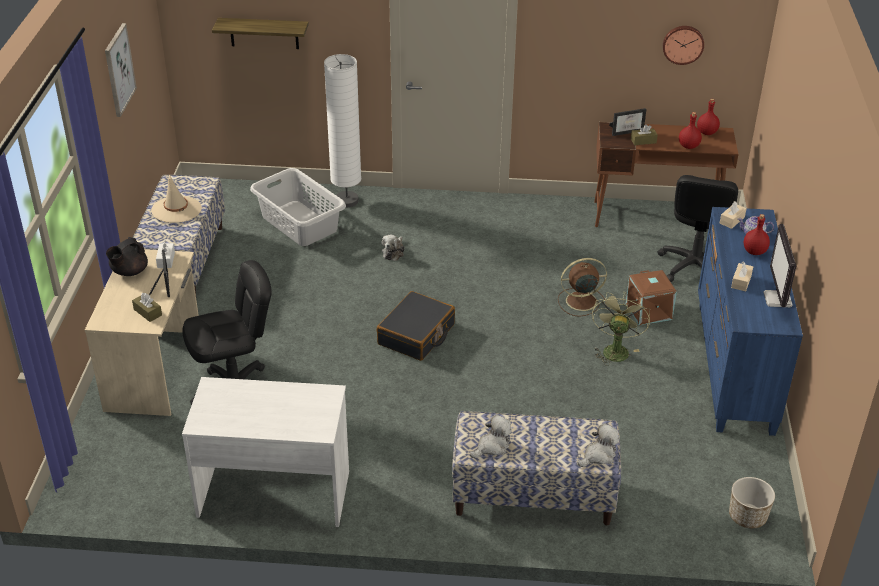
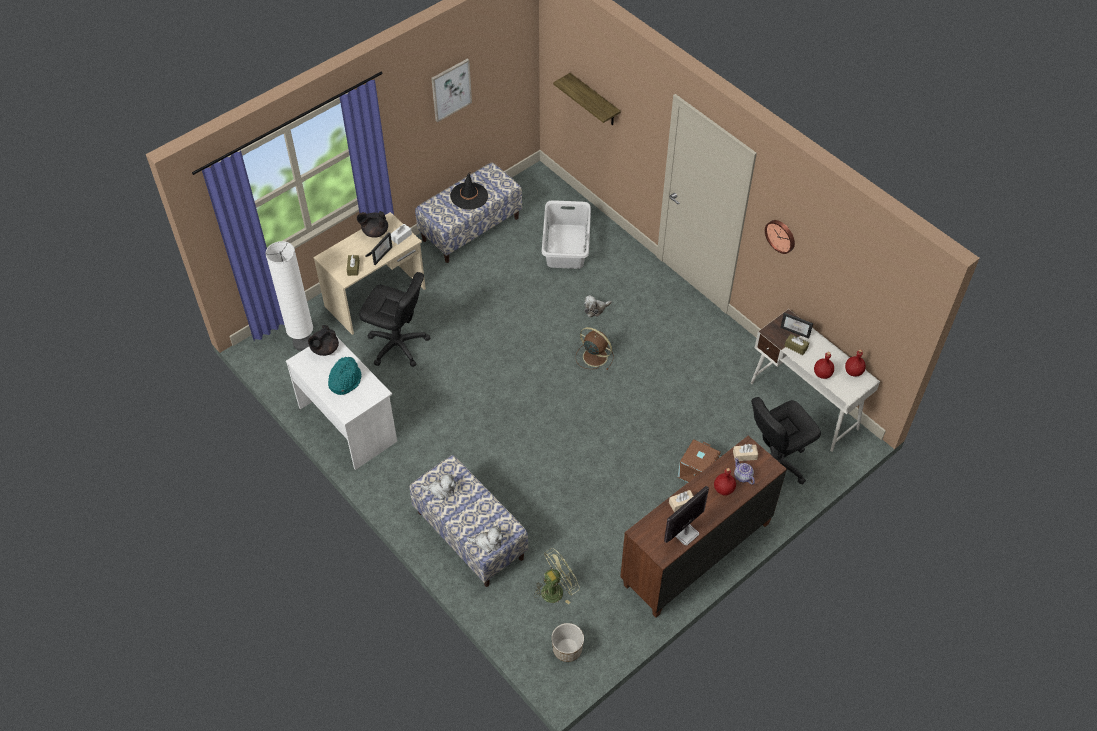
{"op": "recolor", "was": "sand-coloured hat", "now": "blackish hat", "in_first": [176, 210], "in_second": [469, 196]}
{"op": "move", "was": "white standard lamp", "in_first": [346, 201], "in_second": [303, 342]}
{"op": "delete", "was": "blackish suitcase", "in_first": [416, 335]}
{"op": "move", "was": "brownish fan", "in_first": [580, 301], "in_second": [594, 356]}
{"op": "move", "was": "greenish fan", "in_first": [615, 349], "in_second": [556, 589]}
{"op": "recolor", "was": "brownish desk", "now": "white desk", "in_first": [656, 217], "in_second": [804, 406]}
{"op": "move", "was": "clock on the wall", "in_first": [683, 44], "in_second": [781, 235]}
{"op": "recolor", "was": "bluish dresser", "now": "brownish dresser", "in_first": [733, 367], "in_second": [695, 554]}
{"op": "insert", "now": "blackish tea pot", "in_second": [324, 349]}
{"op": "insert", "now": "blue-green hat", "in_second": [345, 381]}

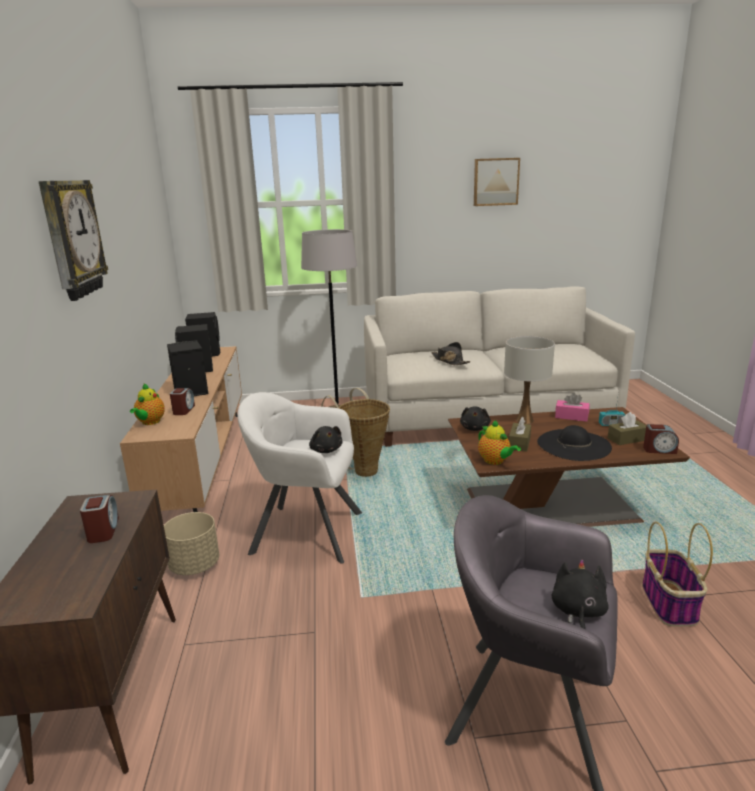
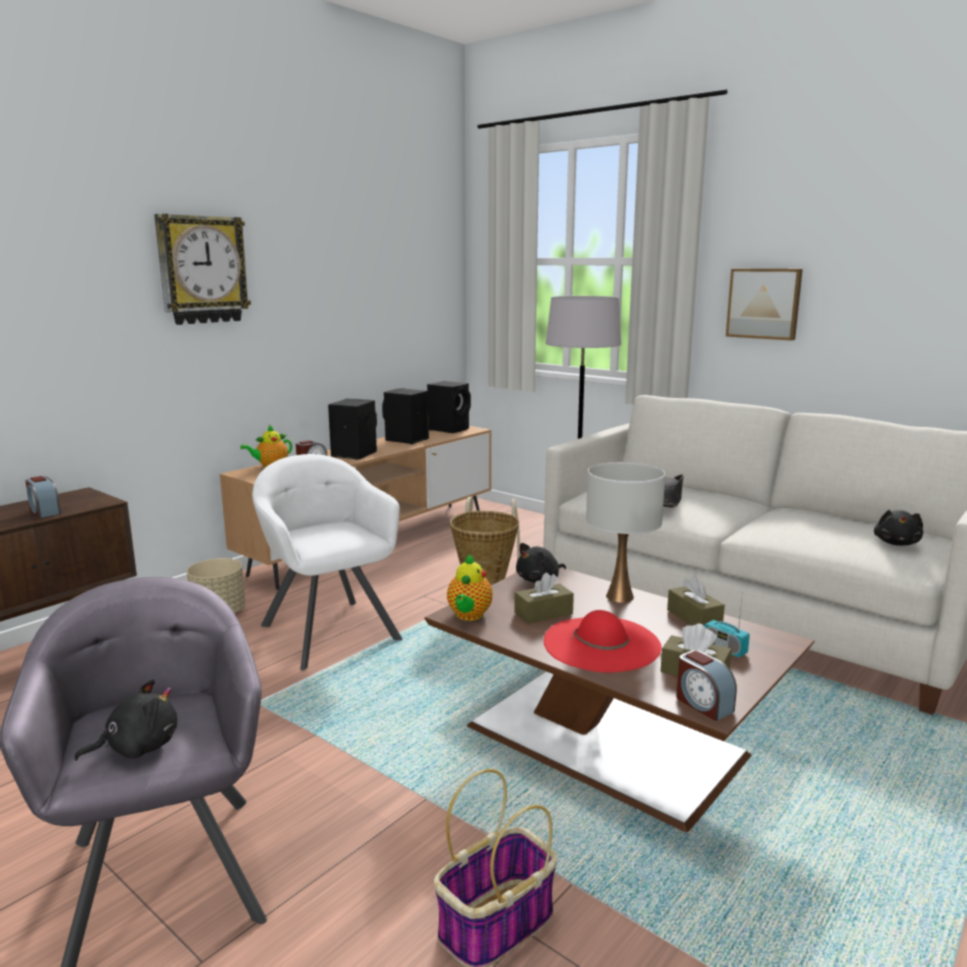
{"op": "rotate", "was": "table clock", "in_first": [103, 530], "in_second": [44, 511], "clockwise": 105}
{"op": "move", "was": "blackish soft toy", "in_first": [326, 450], "in_second": [896, 543]}
{"op": "move", "was": "wall picture", "in_first": [495, 182], "in_second": [764, 303]}
{"op": "recolor", "was": "blackish hat", "now": "red-coloured hat", "in_first": [573, 445], "in_second": [602, 644]}
{"op": "recolor", "was": "pink tissue holder", "now": "brownish tissue holder", "in_first": [571, 416], "in_second": [694, 618]}

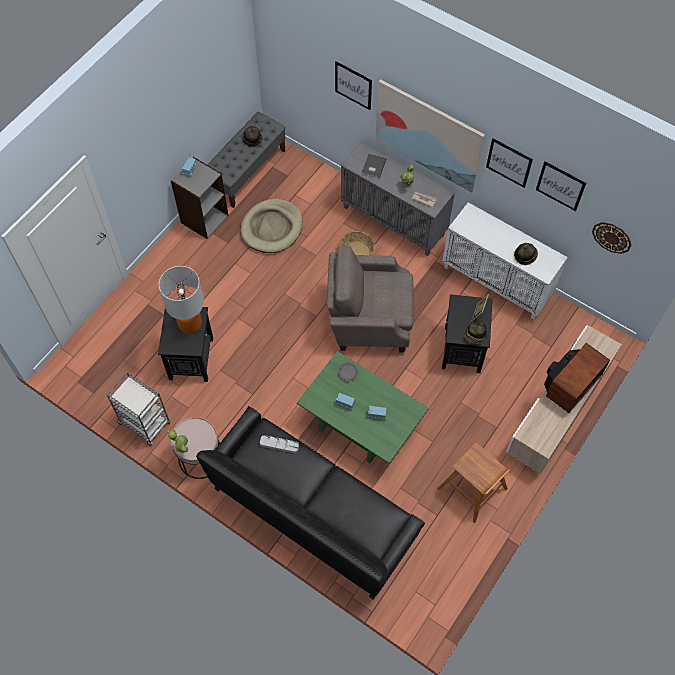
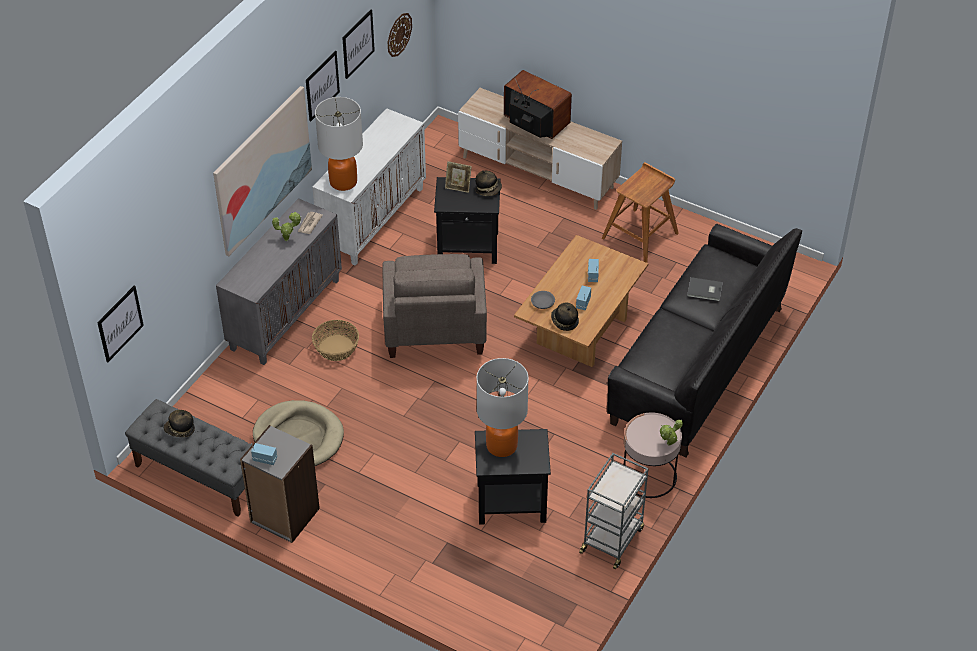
{"op": "delete", "was": "grey carrying tray", "in_first": [279, 445]}
{"op": "recolor", "was": "greenish low table", "now": "brownish low table", "in_first": [361, 425], "in_second": [579, 329]}
{"op": "move", "was": "wall picture", "in_first": [353, 85], "in_second": [120, 323]}
{"op": "move", "was": "grey book", "in_first": [373, 167], "in_second": [705, 291]}
{"op": "move", "was": "hat", "in_first": [525, 256], "in_second": [564, 321]}
{"op": "insert", "now": "lamp for a table", "in_second": [343, 181]}

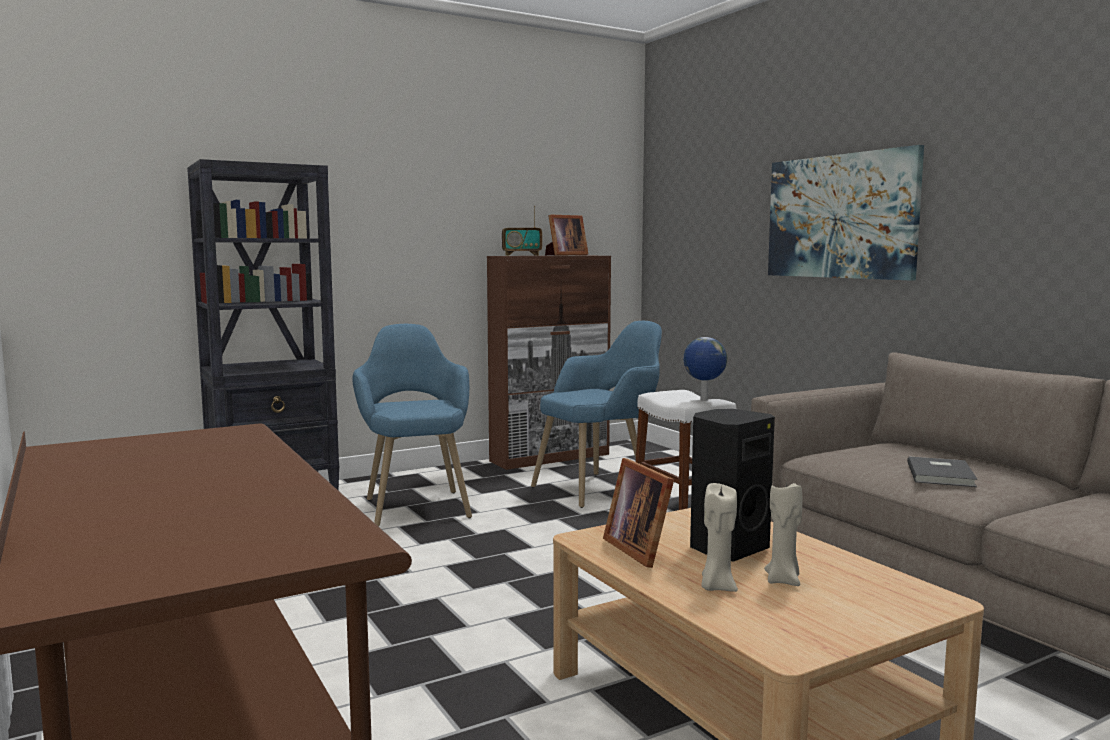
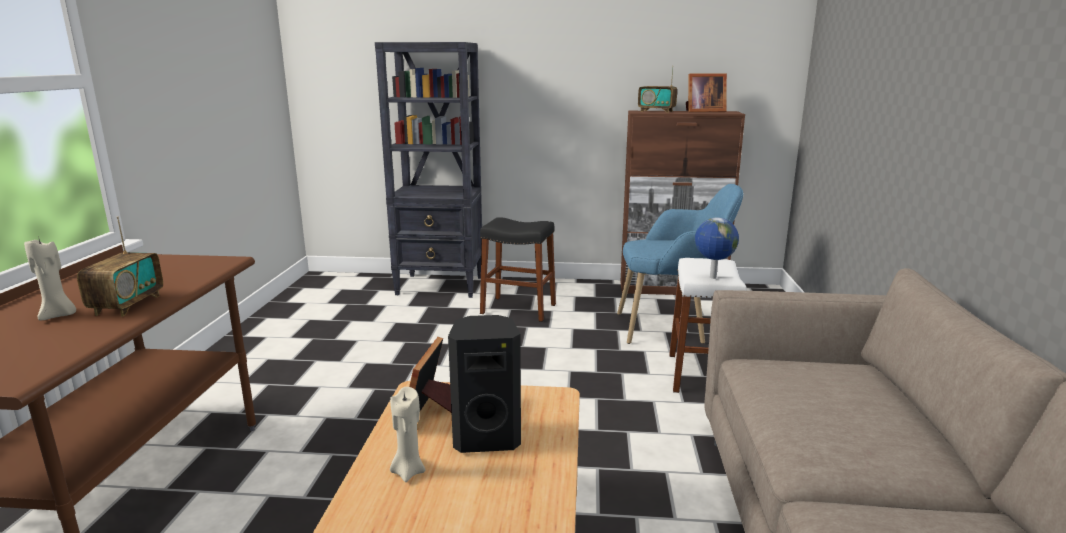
{"op": "replace", "was": "bluish armchair", "now": "blackish stool seat", "in_first": [415, 504], "in_second": [518, 309]}
{"op": "move", "was": "sand-coloured wax light", "in_first": [783, 580], "in_second": [59, 316]}
{"op": "delete", "was": "wall picture", "in_first": [840, 216]}
{"op": "delete", "was": "grey book", "in_first": [942, 474]}
{"op": "insert", "now": "radio set", "in_second": [127, 305]}

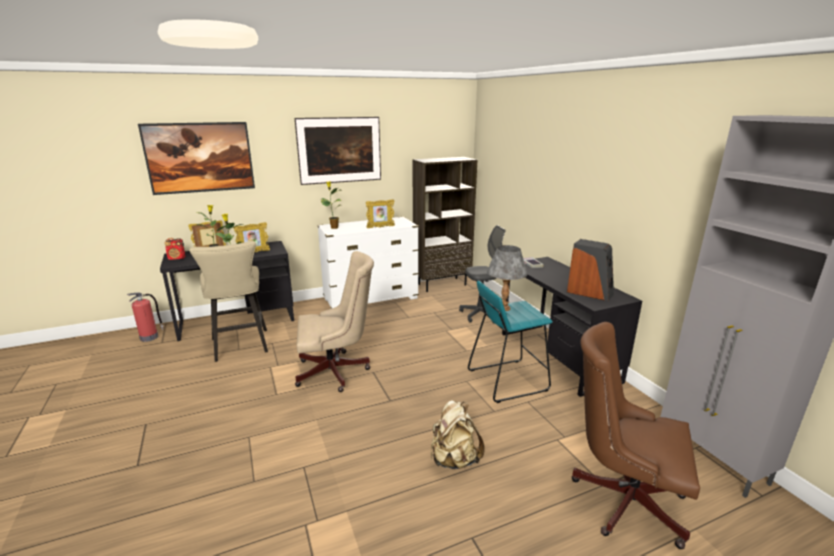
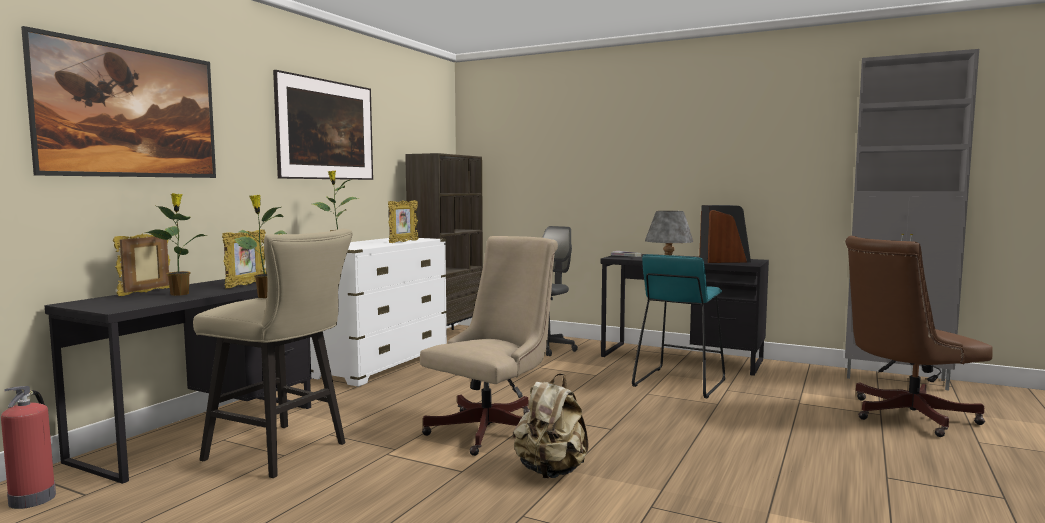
{"op": "delete", "was": "radio set", "in_first": [177, 258]}
{"op": "move", "was": "sand-coloured backpack", "in_first": [454, 459], "in_second": [551, 472]}

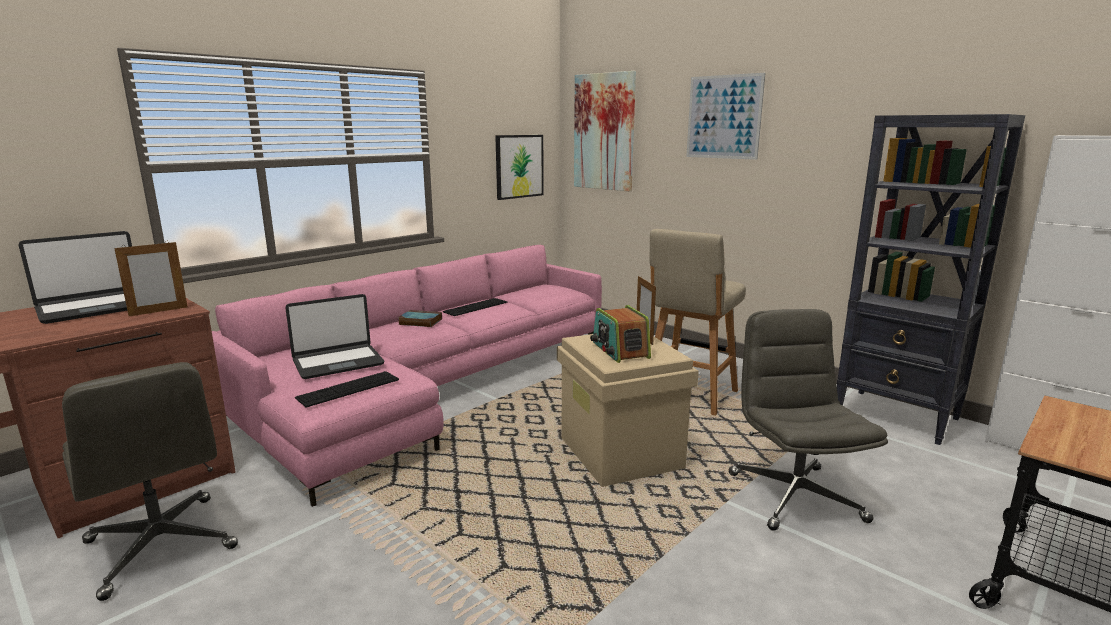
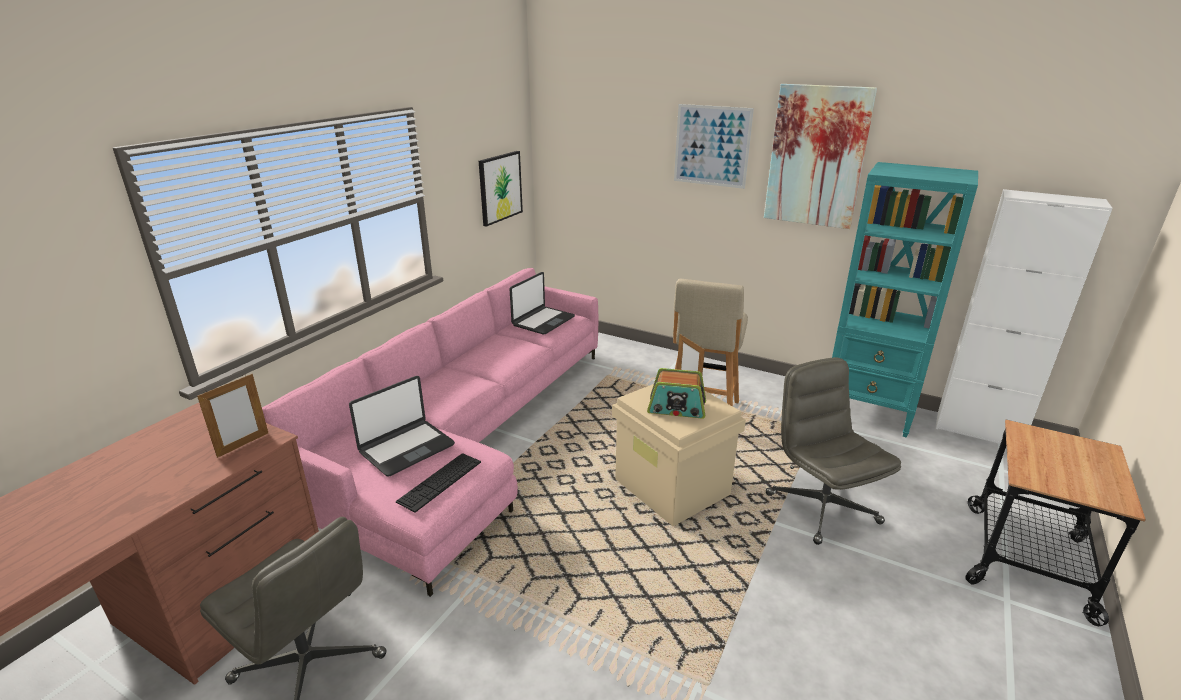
{"op": "move", "was": "notebook computer", "in_first": [95, 308], "in_second": [543, 321]}
{"op": "delete", "was": "book", "in_first": [419, 322]}
{"op": "delete", "was": "keyboard", "in_first": [475, 307]}
{"op": "move", "was": "wall picture", "in_first": [604, 132], "in_second": [816, 157]}
{"op": "rotate", "was": "radio set", "in_first": [619, 350], "in_second": [676, 408], "clockwise": -45}
{"op": "recolor", "was": "blackish shelving unit", "now": "blue-green shelving unit", "in_first": [897, 416], "in_second": [868, 412]}

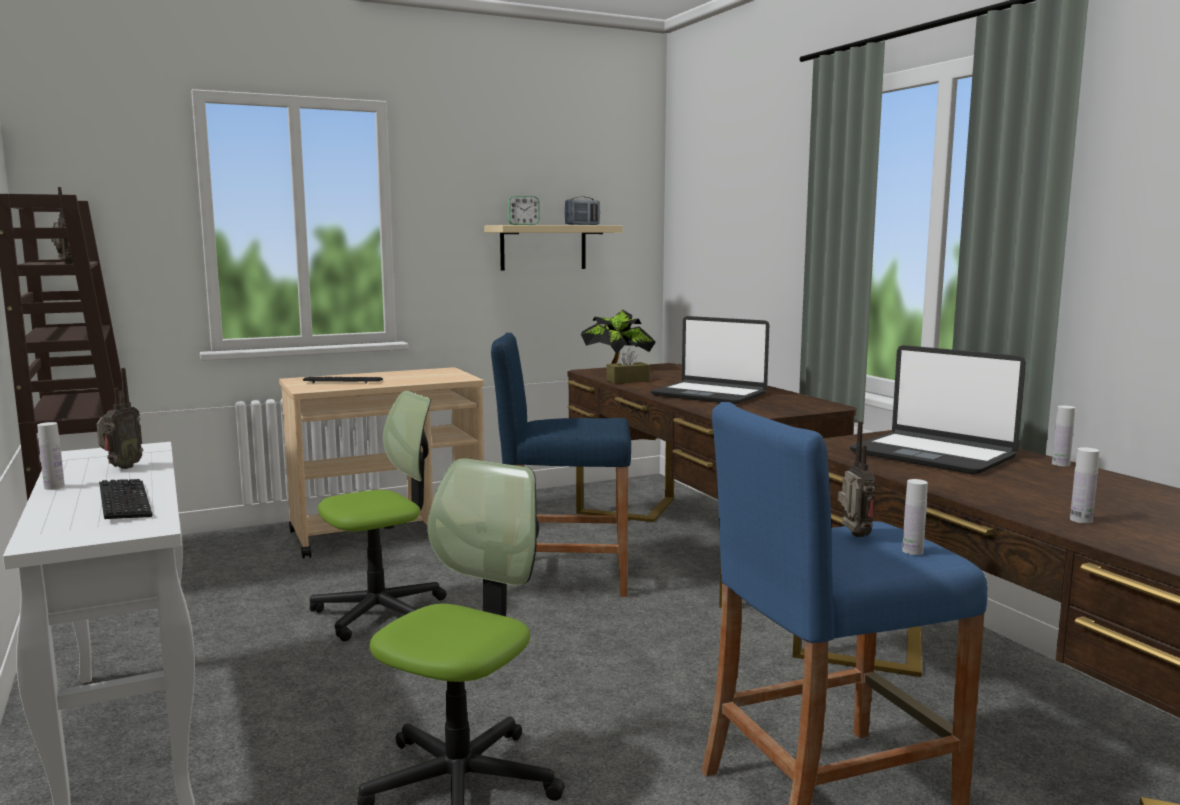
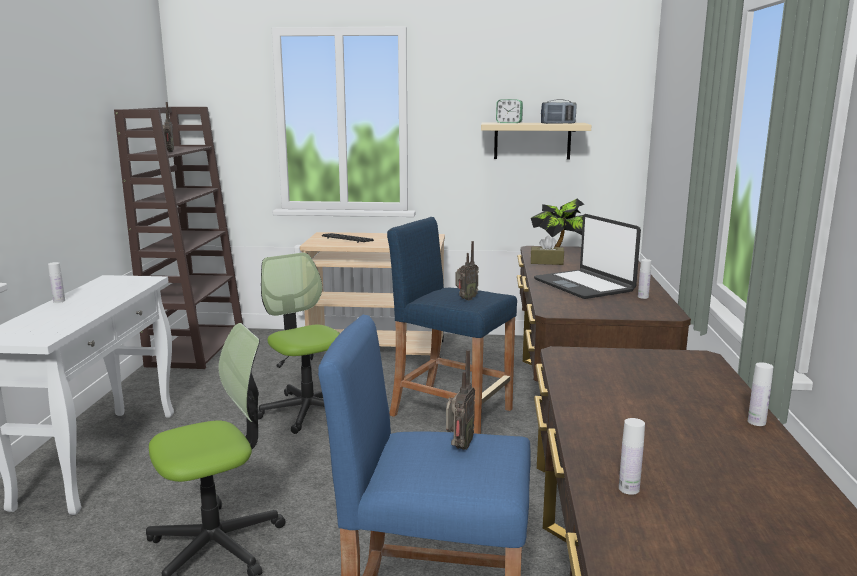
{"op": "move", "was": "radio set", "in_first": [121, 468], "in_second": [465, 299]}
{"op": "delete", "was": "keyboard", "in_first": [124, 502]}
{"op": "rotate", "was": "desk chair", "in_first": [381, 613], "in_second": [307, 411], "clockwise": -120}
{"op": "delete", "was": "notebook computer", "in_first": [933, 455]}
{"op": "move", "was": "white bottle", "in_first": [912, 551], "in_second": [643, 297]}

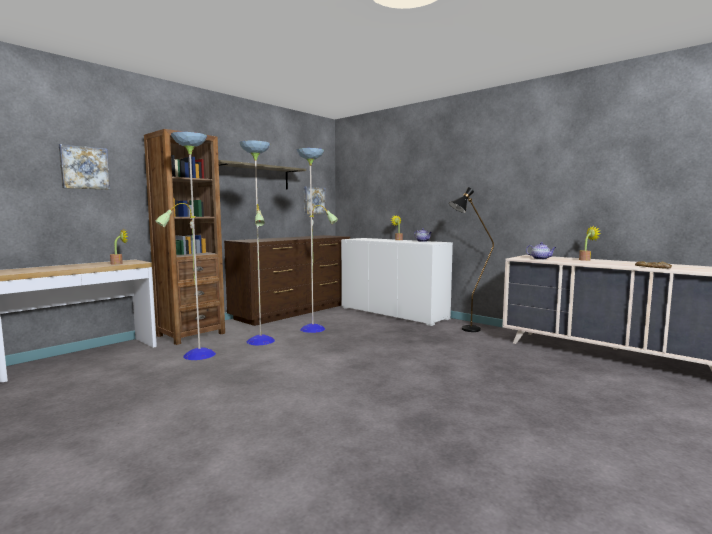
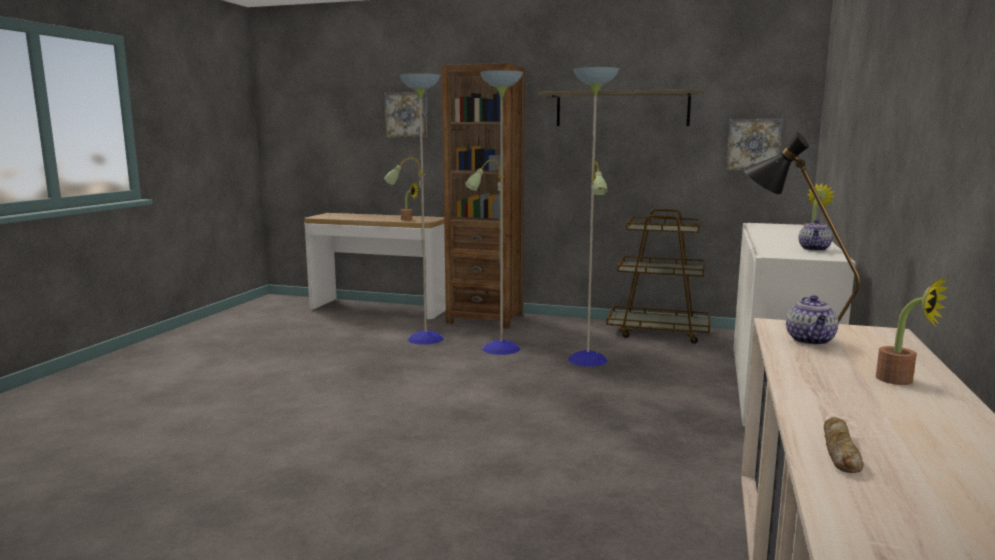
{"op": "replace", "was": "brownish dresser", "now": "brownish cart", "in_first": [294, 311], "in_second": [658, 332]}

